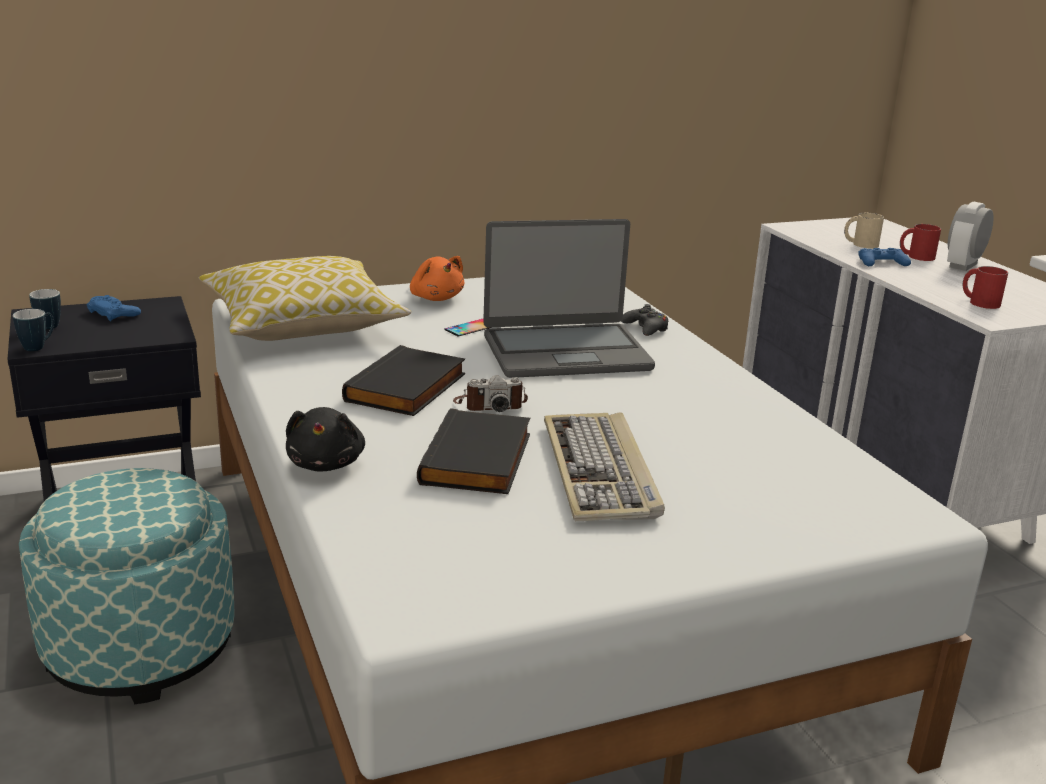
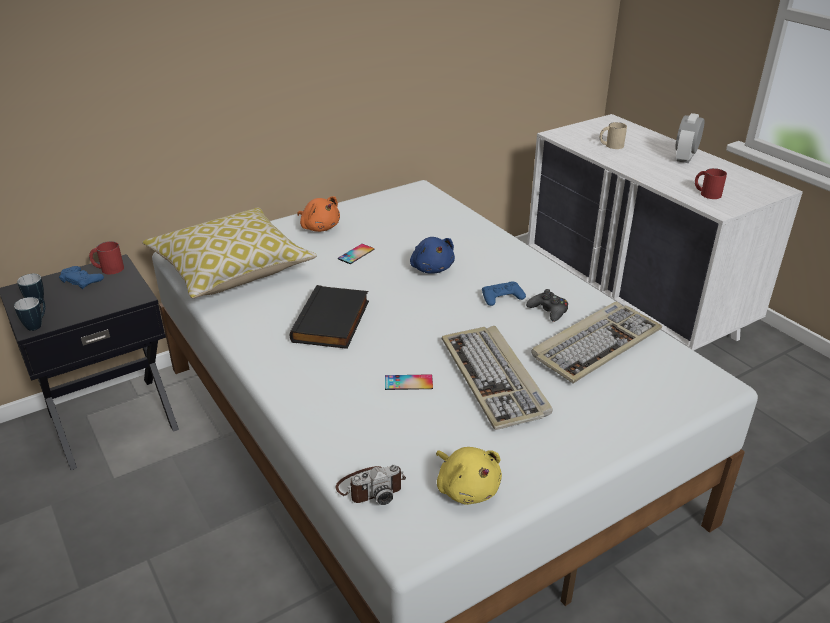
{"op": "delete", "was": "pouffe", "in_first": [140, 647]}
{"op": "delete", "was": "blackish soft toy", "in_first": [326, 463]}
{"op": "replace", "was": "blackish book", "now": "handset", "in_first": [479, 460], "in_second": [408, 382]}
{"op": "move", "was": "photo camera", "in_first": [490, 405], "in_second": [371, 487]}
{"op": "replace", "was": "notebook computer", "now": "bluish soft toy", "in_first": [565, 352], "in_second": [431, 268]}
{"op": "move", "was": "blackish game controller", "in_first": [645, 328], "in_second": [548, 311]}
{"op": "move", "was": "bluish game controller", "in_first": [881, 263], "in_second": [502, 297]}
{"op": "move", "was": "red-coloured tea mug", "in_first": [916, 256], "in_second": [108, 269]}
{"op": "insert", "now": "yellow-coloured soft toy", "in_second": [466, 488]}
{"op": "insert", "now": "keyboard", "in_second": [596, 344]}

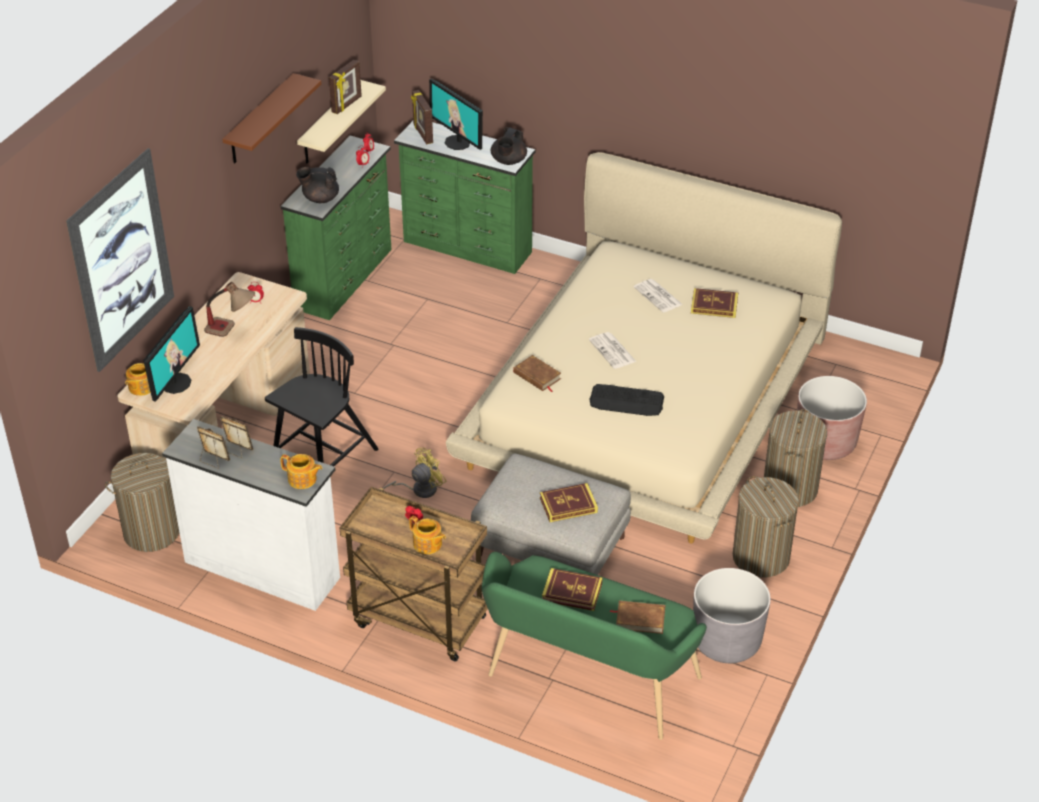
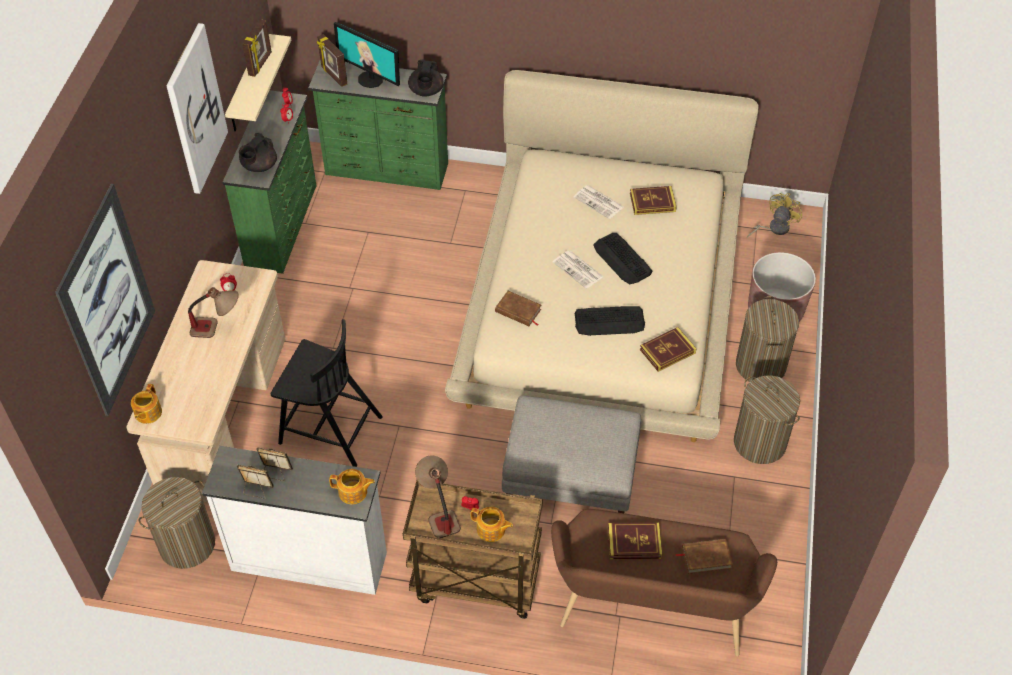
{"op": "delete", "was": "computer screen", "in_first": [176, 383]}
{"op": "replace", "was": "brownish wall shelf", "now": "wall picture", "in_first": [260, 120], "in_second": [195, 109]}
{"op": "rotate", "was": "blackish plain chair", "in_first": [323, 461], "in_second": [328, 429], "clockwise": 90}
{"op": "rotate", "was": "blackish tea pot", "in_first": [320, 198], "in_second": [259, 166], "clockwise": -45}
{"op": "move", "was": "yellow-coloured fan", "in_first": [419, 489], "in_second": [774, 228]}
{"op": "recolor", "was": "greenish long seat", "now": "brownish long seat", "in_first": [587, 682], "in_second": [651, 611]}
{"op": "move", "was": "book", "in_first": [568, 505], "in_second": [667, 351]}
{"op": "delete", "was": "grey flower pot", "in_first": [726, 641]}
{"op": "insert", "now": "lamp for a table", "in_second": [438, 511]}
{"op": "insert", "now": "keyboard", "in_second": [622, 259]}

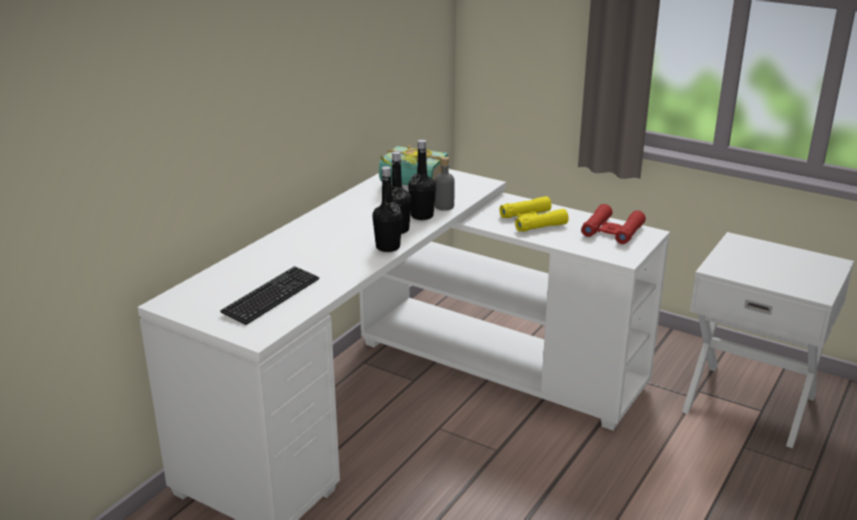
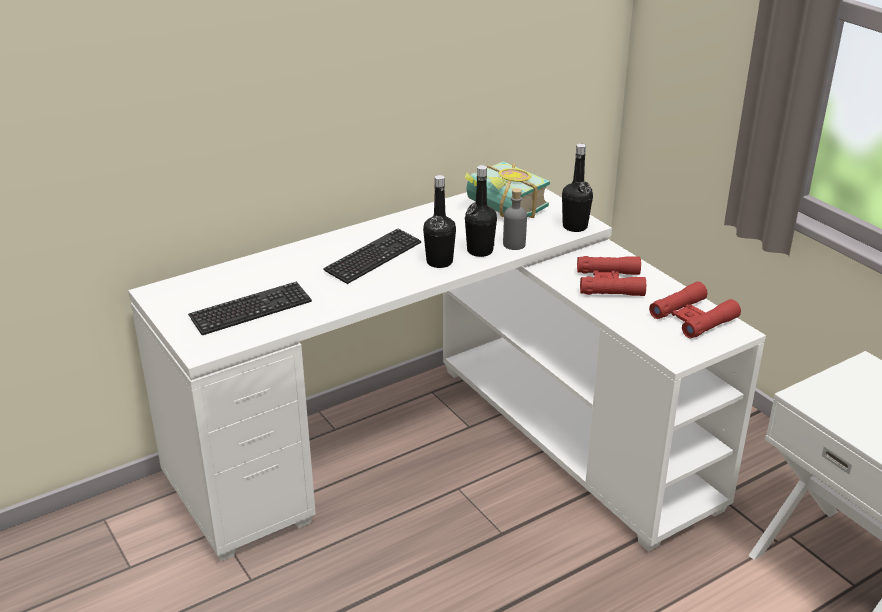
{"op": "move", "was": "blackish bottle", "in_first": [388, 247], "in_second": [575, 226]}
{"op": "recolor", "was": "yellow-coloured binoculars", "now": "red-coloured binoculars", "in_first": [533, 221], "in_second": [609, 283]}
{"op": "insert", "now": "keyboard", "in_second": [373, 258]}

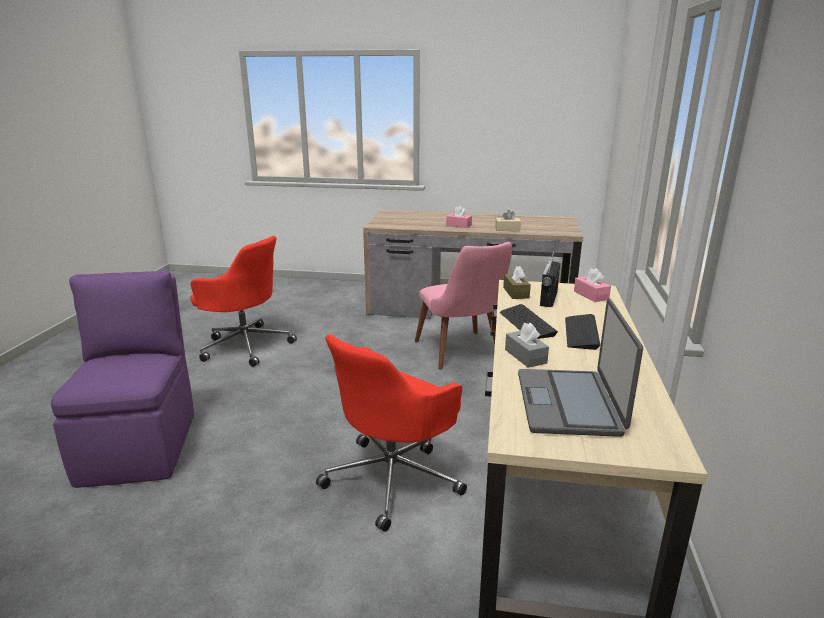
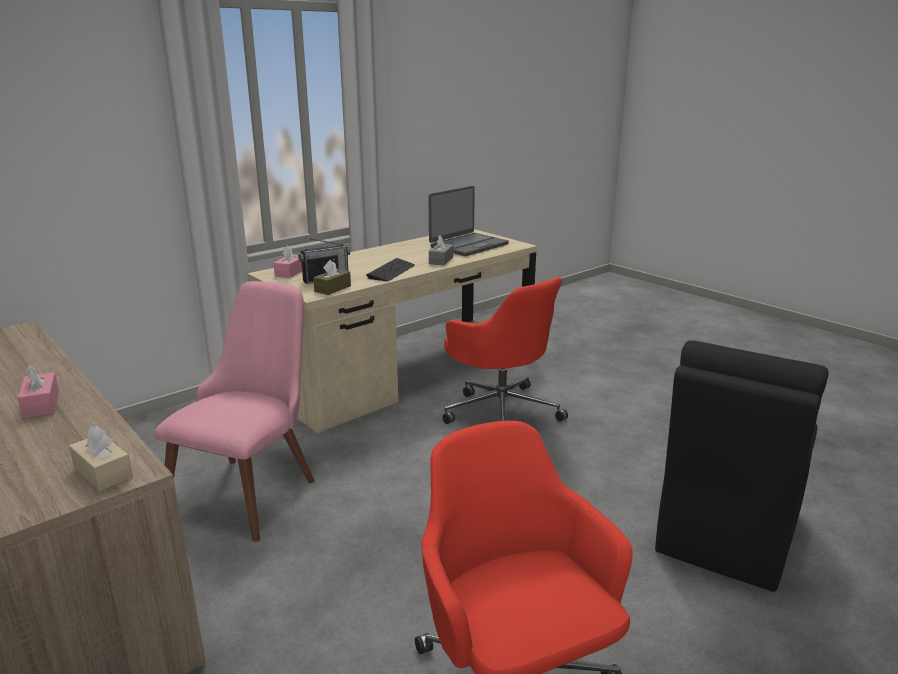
{"op": "recolor", "was": "purple-coloured plain chair", "now": "blackish plain chair", "in_first": [141, 445], "in_second": [725, 534]}
{"op": "rotate", "was": "red-coloured desk chair", "in_first": [393, 478], "in_second": [501, 411], "clockwise": 60}
{"op": "move", "was": "sand-coloured tissue holder", "in_first": [507, 229], "in_second": [103, 472]}
{"op": "delete", "was": "keyboard", "in_first": [581, 333]}

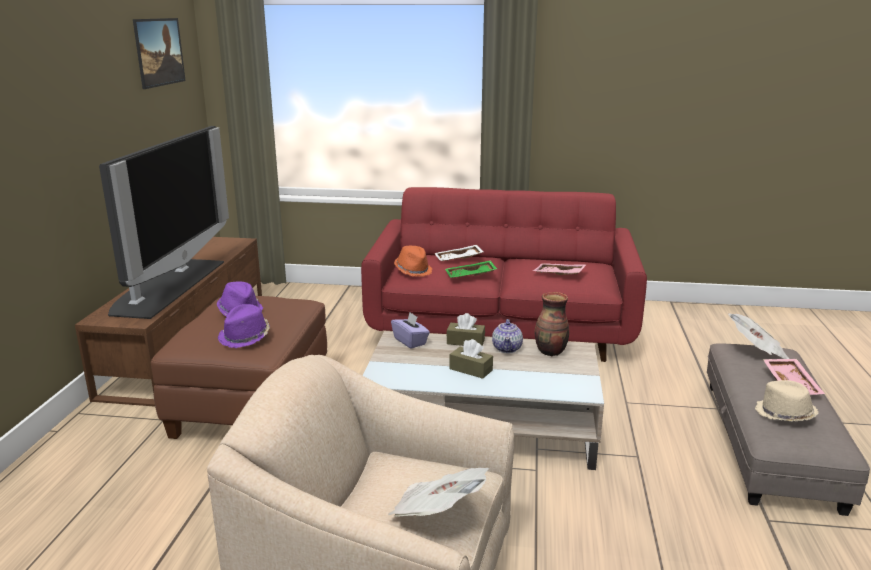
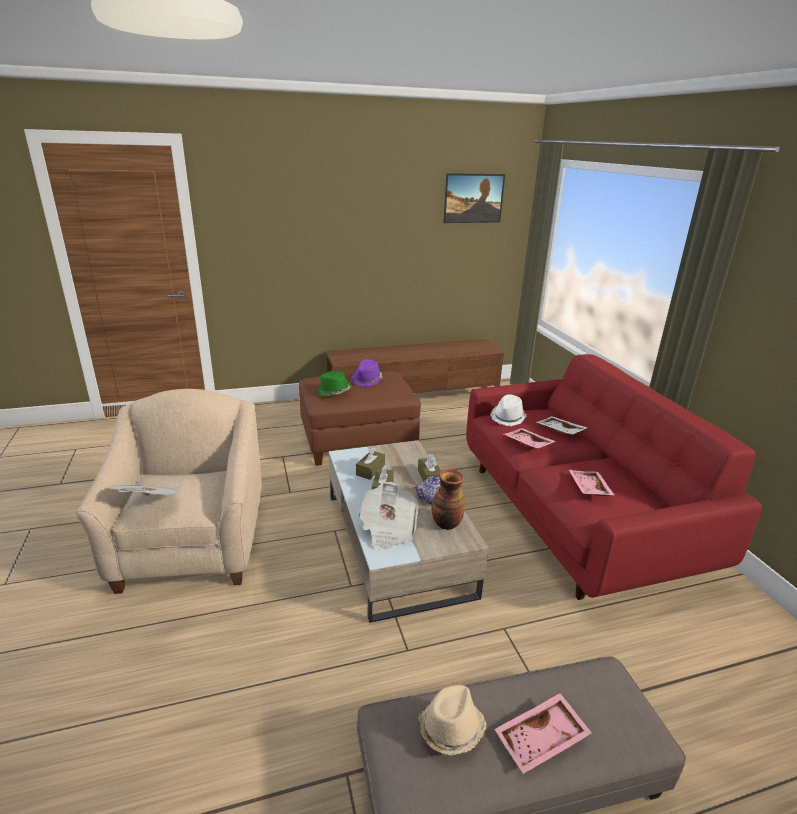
{"op": "delete", "was": "TV", "in_first": [168, 286]}
{"op": "recolor", "was": "purple-coloured hat", "now": "greenish hat", "in_first": [245, 337], "in_second": [334, 392]}
{"op": "delete", "was": "purple-coloured tissue holder", "in_first": [410, 341]}
{"op": "recolor", "was": "orangey hat", "now": "white hat", "in_first": [413, 270], "in_second": [508, 417]}
{"op": "recolor", "was": "greenish carrying tray", "now": "pink carrying tray", "in_first": [471, 276], "in_second": [527, 444]}
{"op": "move", "was": "printed paper", "in_first": [756, 351], "in_second": [388, 529]}
{"op": "insert", "now": "brownish tissue holder", "in_second": [370, 470]}

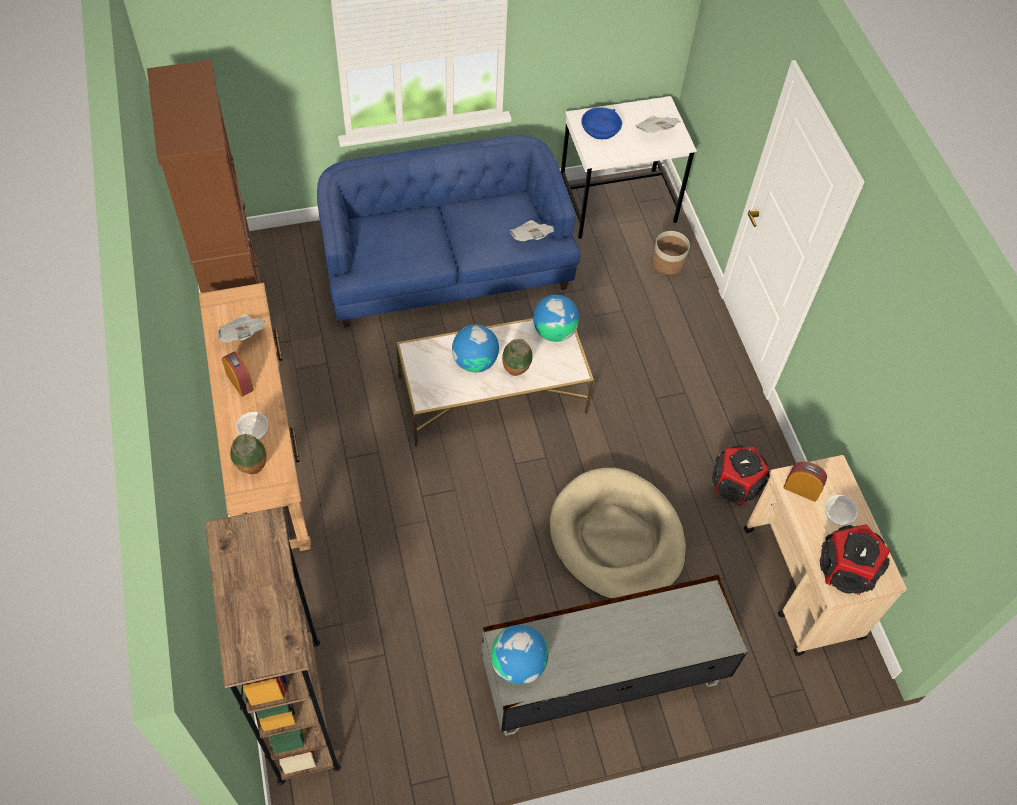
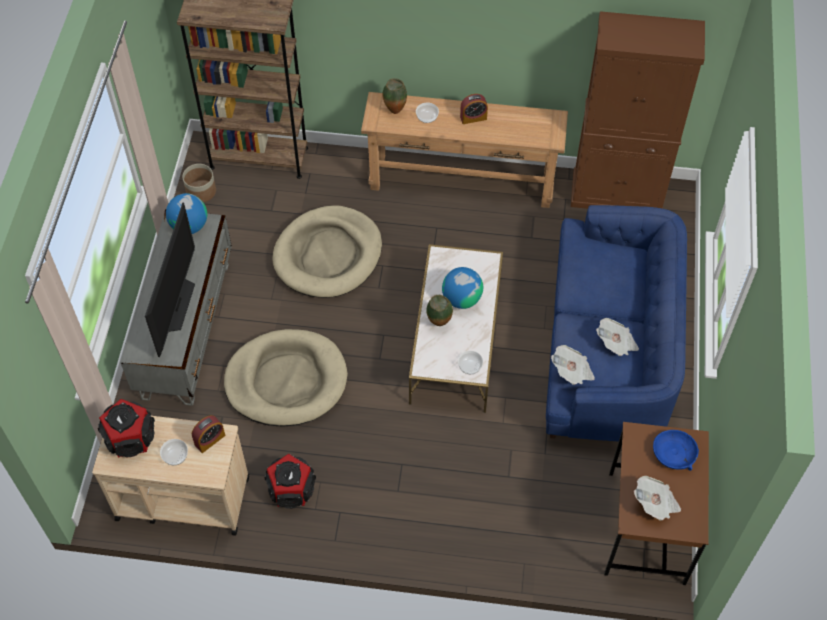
{"op": "move", "was": "printed paper", "in_first": [243, 335], "in_second": [616, 344]}
{"op": "replace", "was": "desk globe", "now": "deep dish", "in_first": [554, 331], "in_second": [470, 366]}
{"op": "recolor", "was": "white desk", "now": "brownish desk", "in_first": [617, 204], "in_second": [647, 528]}
{"op": "move", "was": "flower pot", "in_first": [667, 262], "in_second": [201, 191]}
{"op": "insert", "now": "TV", "in_second": [176, 305]}
{"op": "insert", "now": "sand-coloured pet bed", "in_second": [328, 255]}

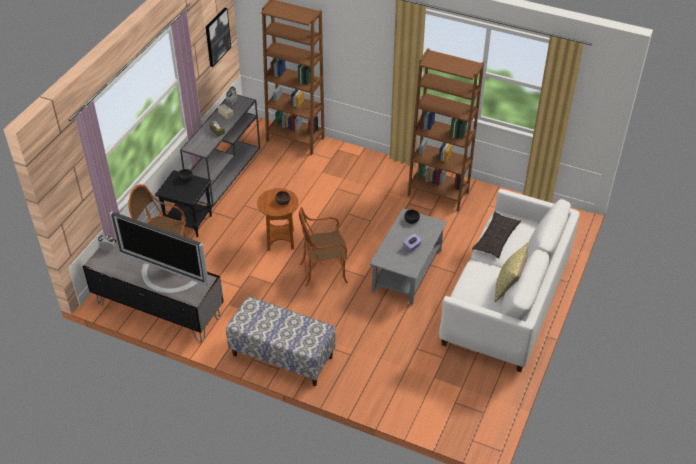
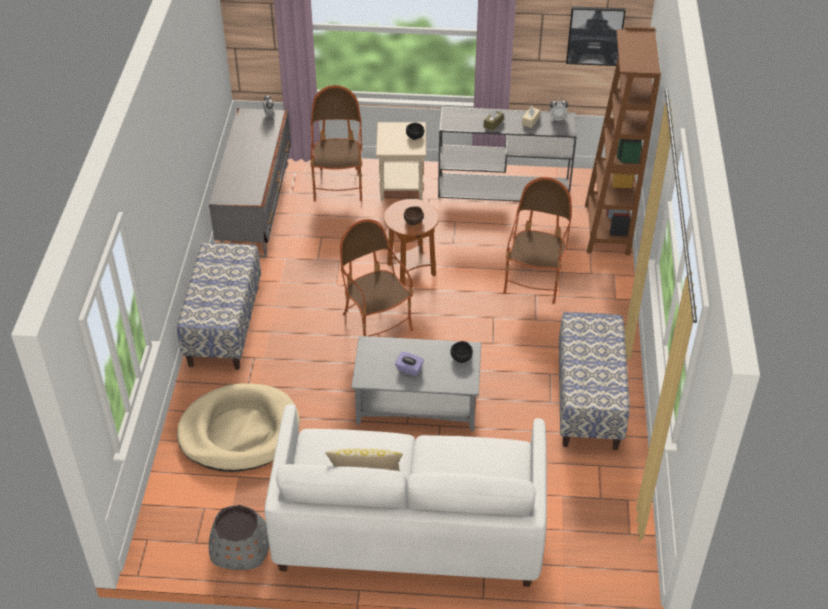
{"op": "delete", "was": "TV", "in_first": [168, 276]}
{"op": "recolor", "was": "blackish side table", "now": "sand-coloured side table", "in_first": [188, 222], "in_second": [400, 186]}
{"op": "replace", "was": "brownish shelving unit", "now": "long seat", "in_first": [438, 193], "in_second": [589, 401]}
{"op": "delete", "was": "pillow", "in_first": [496, 238]}
{"op": "insert", "now": "sand-coloured pet bed", "in_second": [239, 431]}
{"op": "insert", "now": "grey flower pot", "in_second": [240, 548]}
{"op": "insert", "now": "armchair", "in_second": [535, 281]}

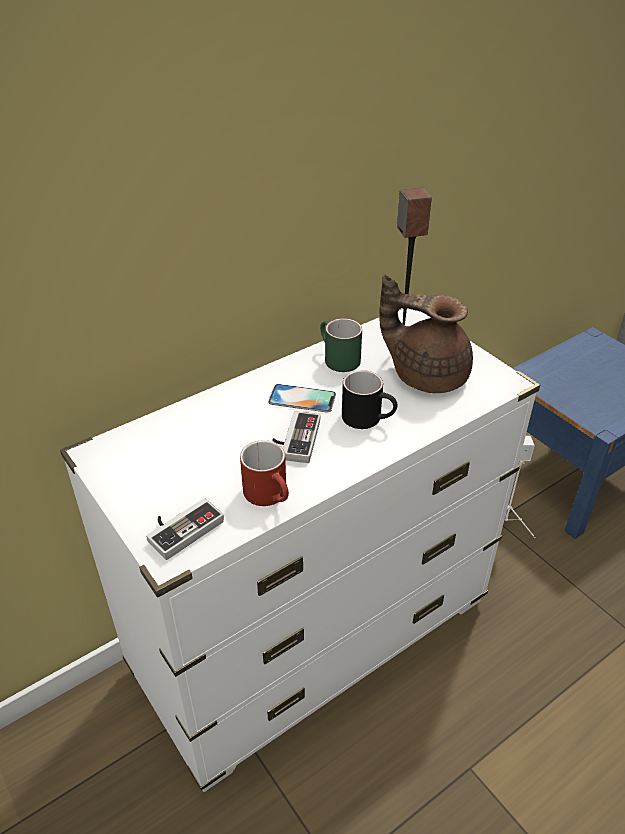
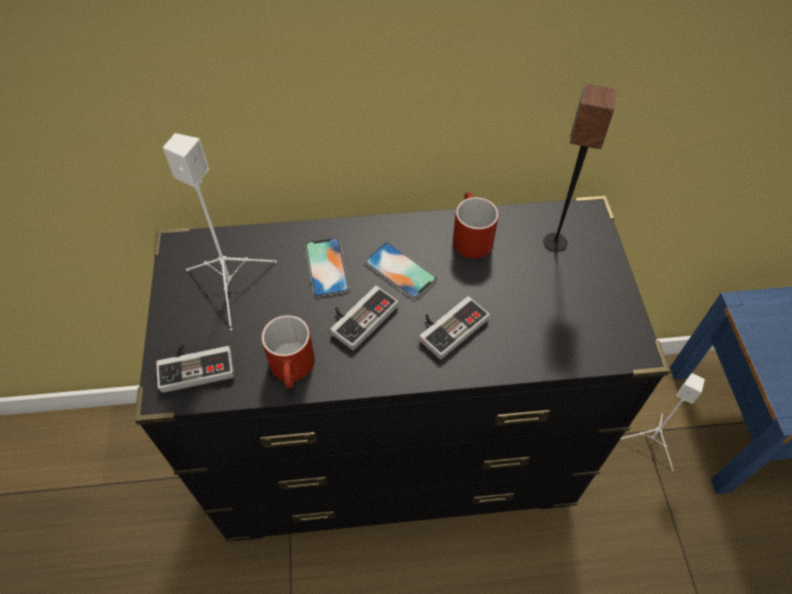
{"op": "recolor", "was": "white dresser", "now": "blackish dresser", "in_first": [312, 635], "in_second": [396, 454]}
{"op": "recolor", "was": "greenish tea mug", "now": "red-coloured tea mug", "in_first": [336, 358], "in_second": [469, 236]}
{"op": "replace", "was": "blackish tea mug", "now": "game controller", "in_first": [369, 418], "in_second": [449, 325]}
{"op": "delete", "was": "brownish tea pot", "in_first": [426, 374]}
{"op": "insert", "now": "white audio speaker", "in_second": [232, 285]}
{"op": "insert", "now": "handset", "in_second": [326, 267]}

